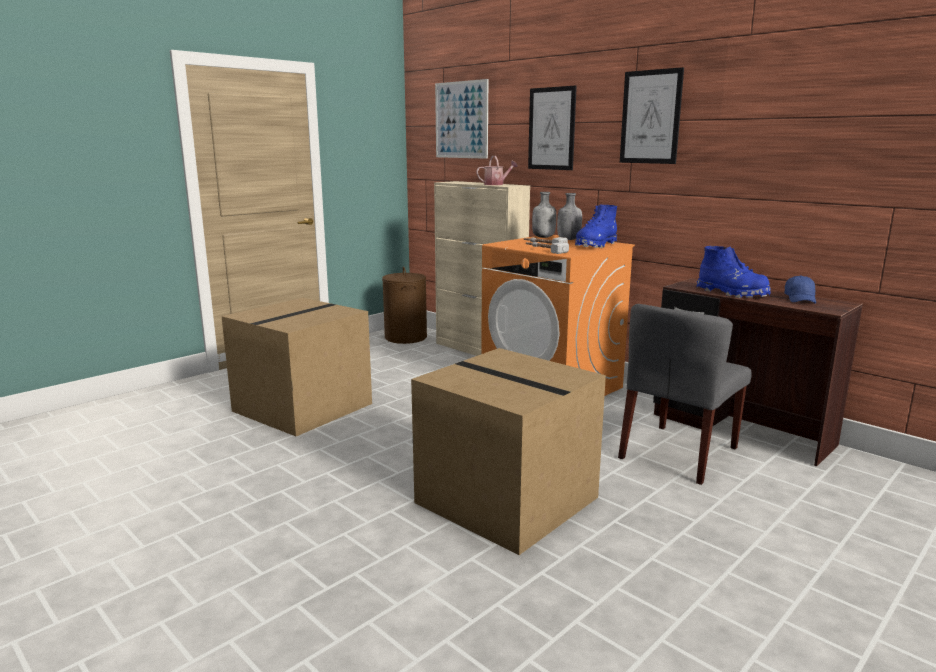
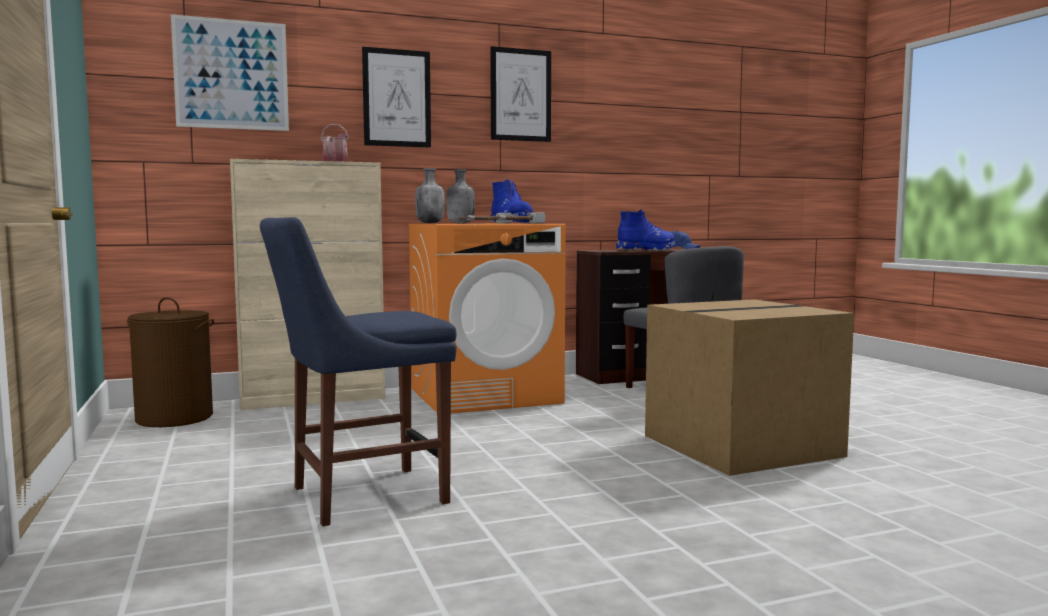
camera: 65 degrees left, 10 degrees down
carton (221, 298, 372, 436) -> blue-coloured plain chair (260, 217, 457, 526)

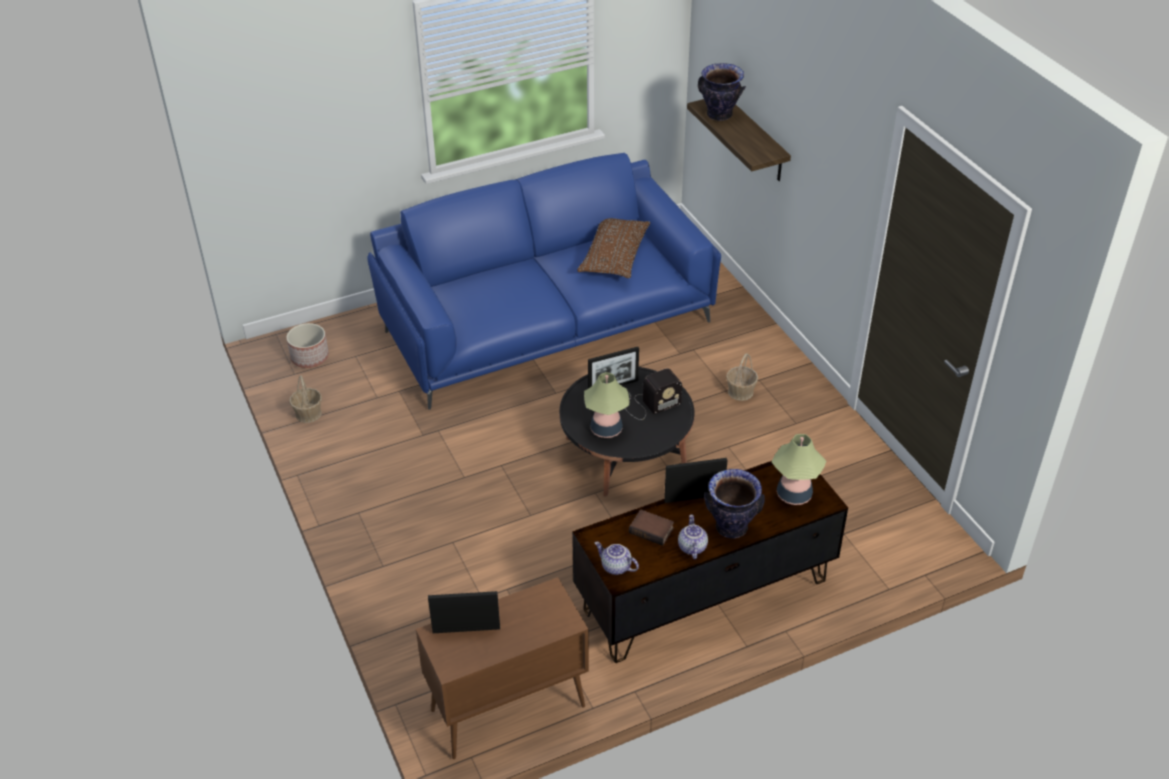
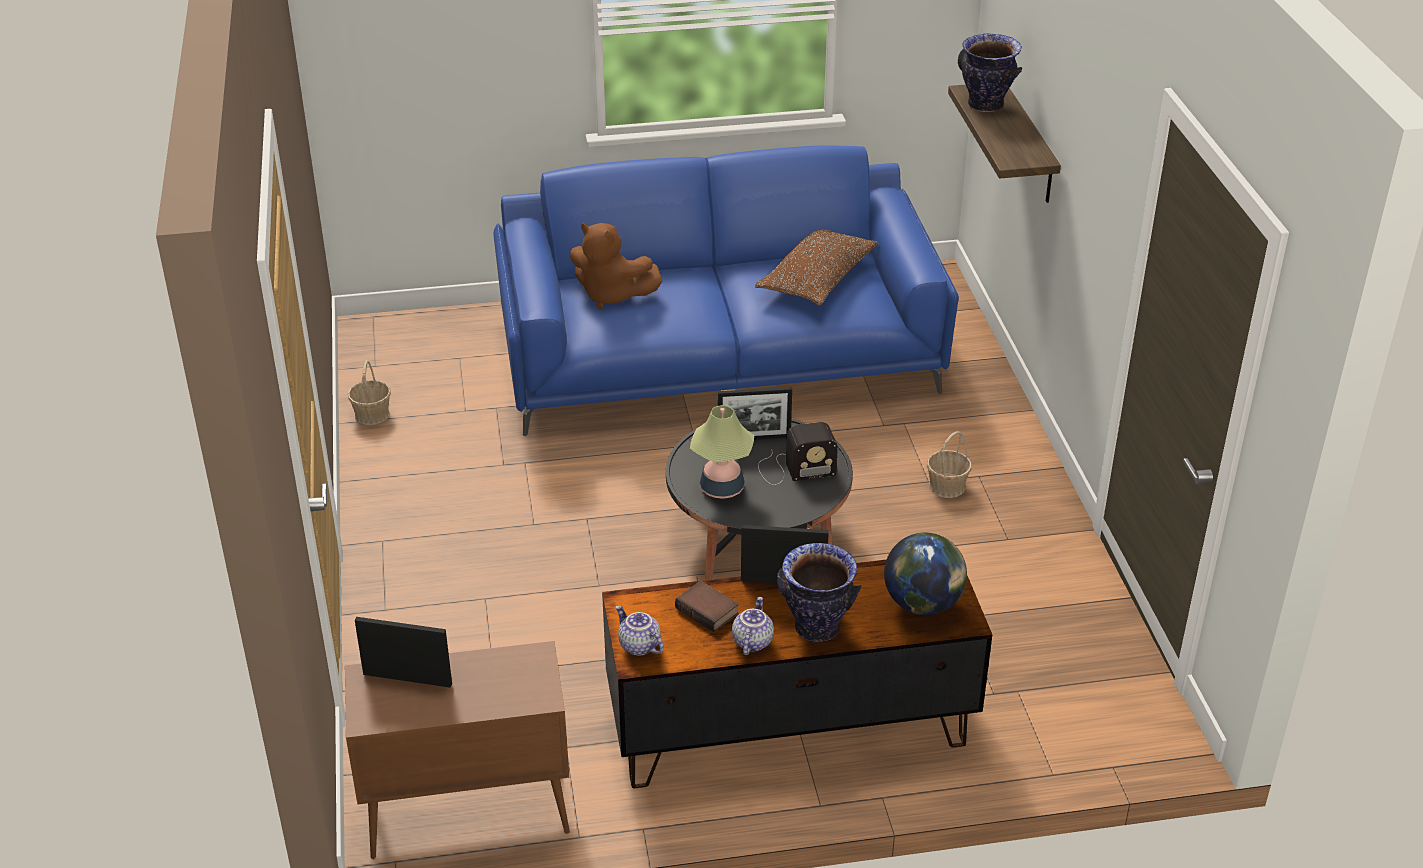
camera: 15 degrees right, 5 degrees down
planter (287, 323, 329, 368) -> none
lamp for a table (772, 434, 826, 505) -> desk globe (884, 533, 967, 615)
none -> brown-coloured soft toy (570, 223, 662, 309)

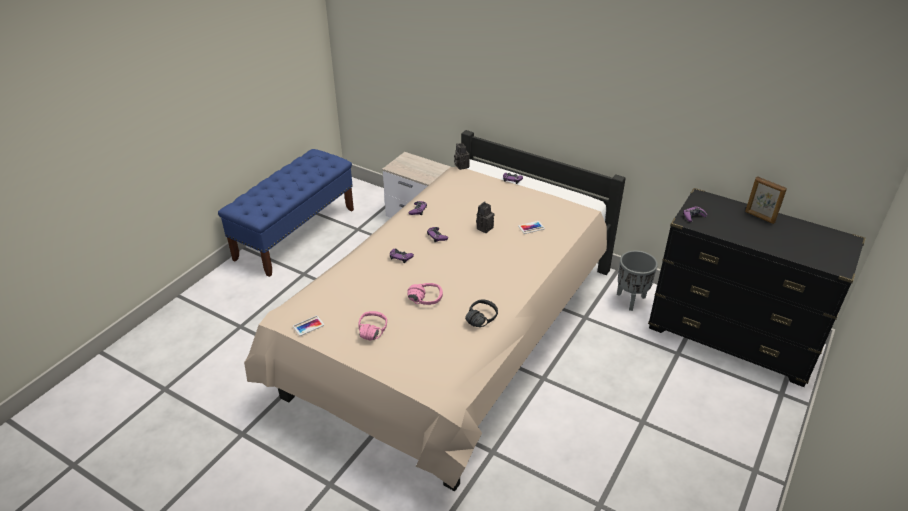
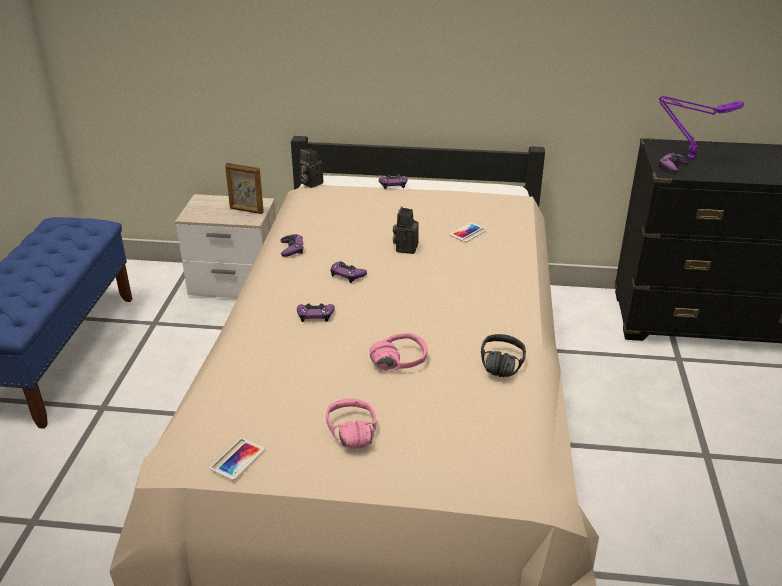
camera: 25 degrees left, 5 degrees down
standing frame (745, 176, 787, 224) -> standing frame (225, 163, 264, 214), moved
greyish planter (617, 250, 658, 311) -> none
none -> purple-coloured lamp for a table (659, 96, 744, 159)

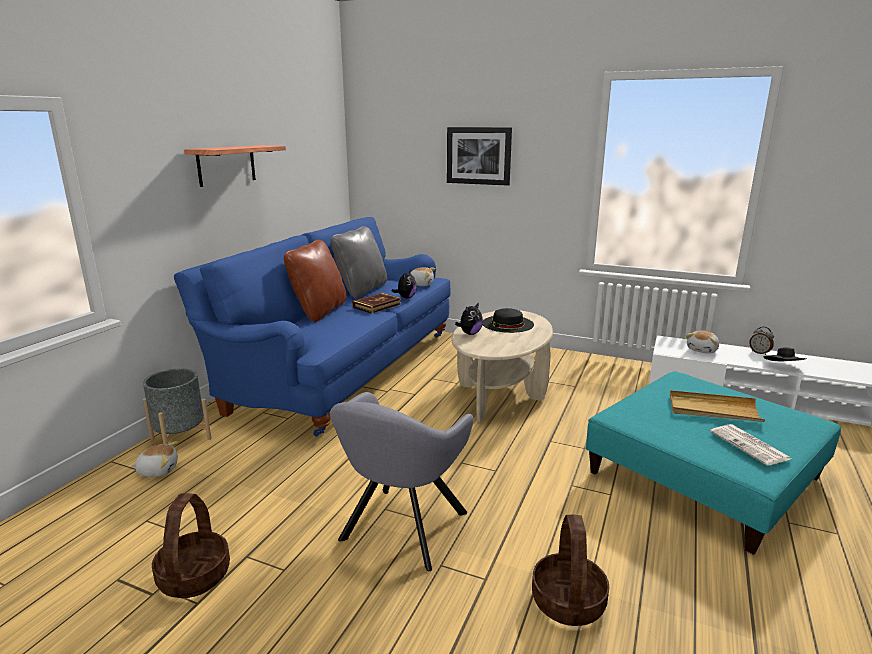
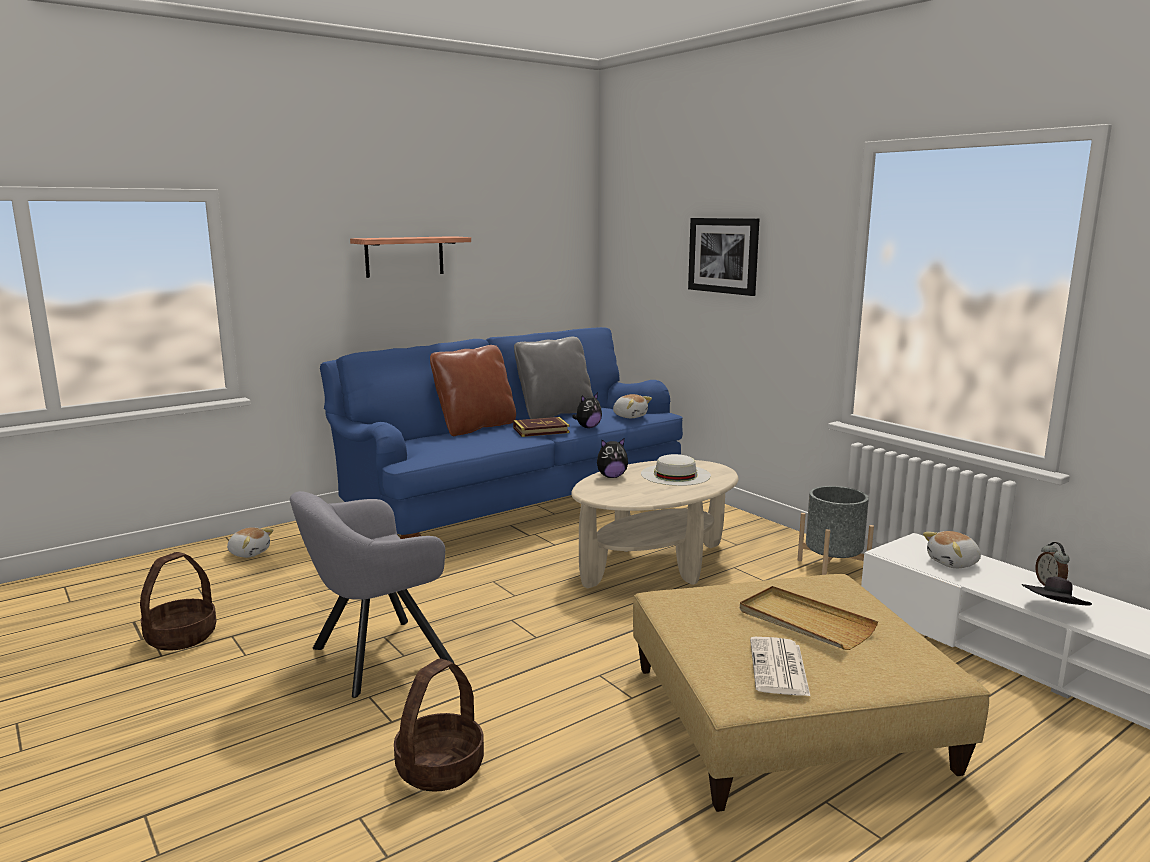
camera: 30 degrees right, 5 degrees down
blackish hat (483, 308, 534, 333) -> white-coloured hat (641, 454, 711, 486)
greyish planter (143, 368, 212, 444) -> greyish planter (798, 486, 874, 575), moved
turquoise-coloured ottoman (586, 372, 842, 555) -> beige ottoman (633, 574, 991, 812)

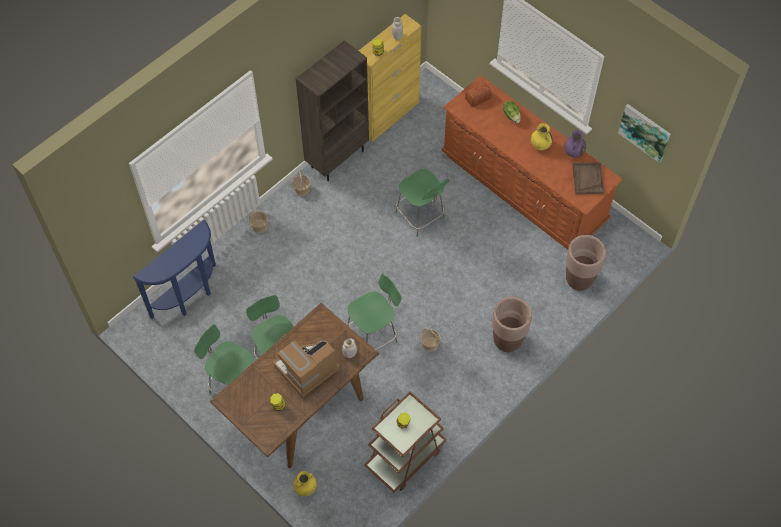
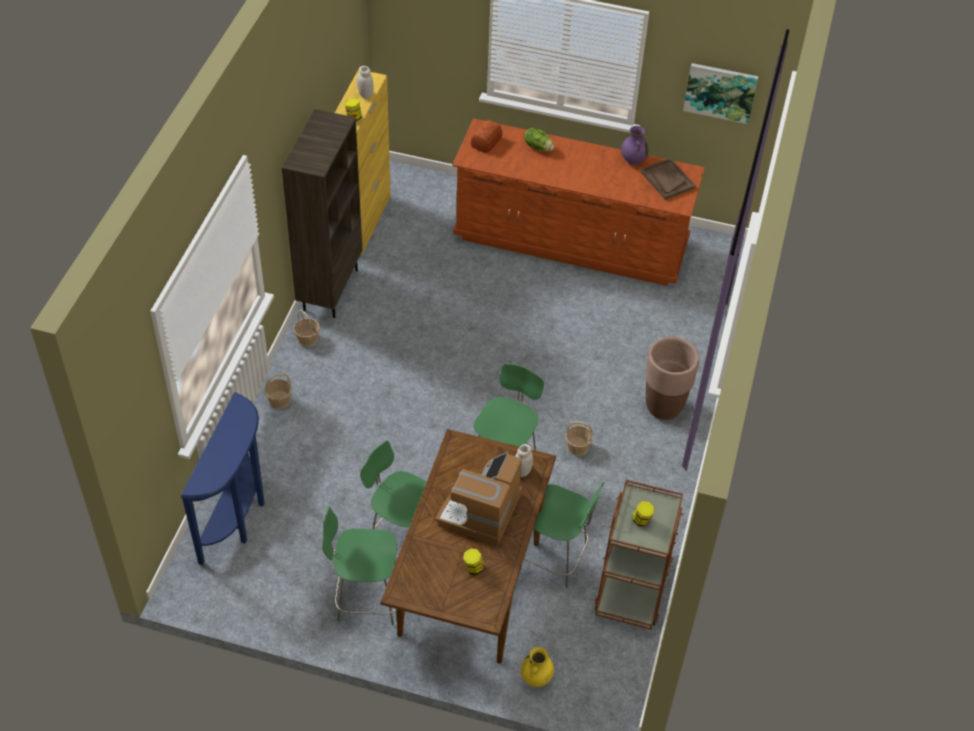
camera: 30 degrees left, 10 degrees down
yellow flower vase (531, 123, 553, 151) -> none
green plain chair (395, 169, 449, 237) -> green plain chair (524, 482, 604, 587), moved
brown-coloured planter (566, 235, 606, 291) -> none

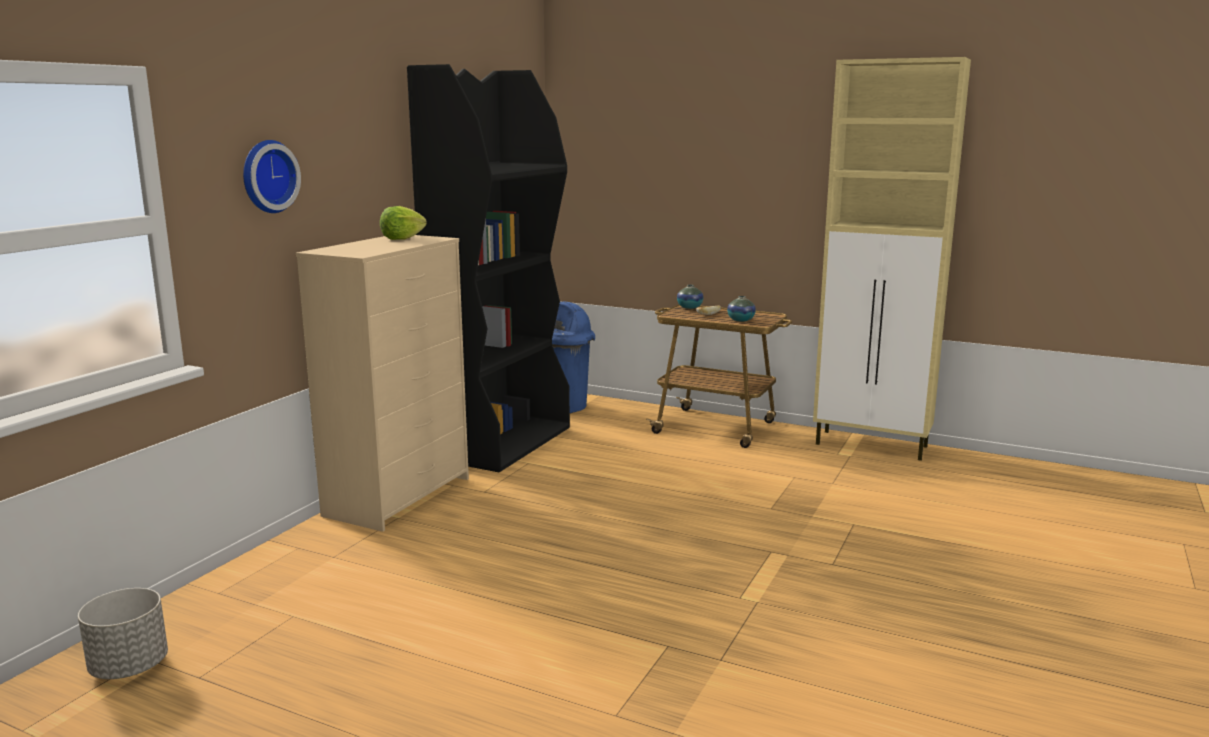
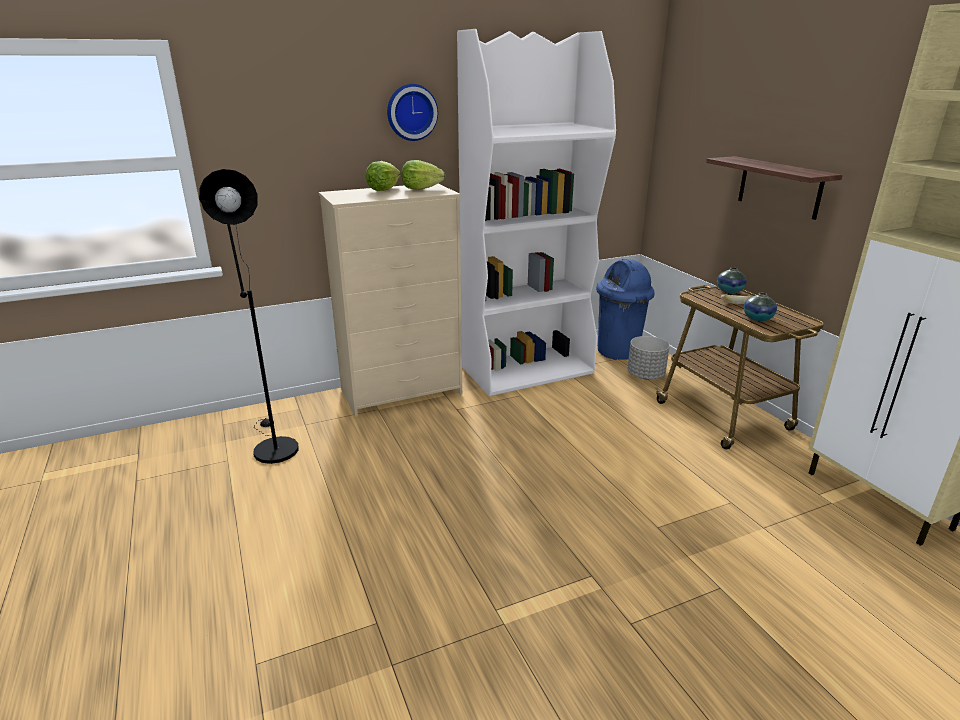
camera: 40 degrees right, 10 degrees up
blackish shelving unit (407, 64, 570, 472) -> white-coloured shelving unit (457, 29, 616, 396)
wall clock (243, 140, 301, 213) -> wall clock (387, 84, 438, 141), moved
greyish planter (78, 588, 168, 679) -> greyish planter (627, 336, 670, 380), moved
none -> shelf (706, 156, 843, 220)
none -> lettuce (366, 161, 401, 191)
none -> blackish standing lamp (199, 169, 298, 464)

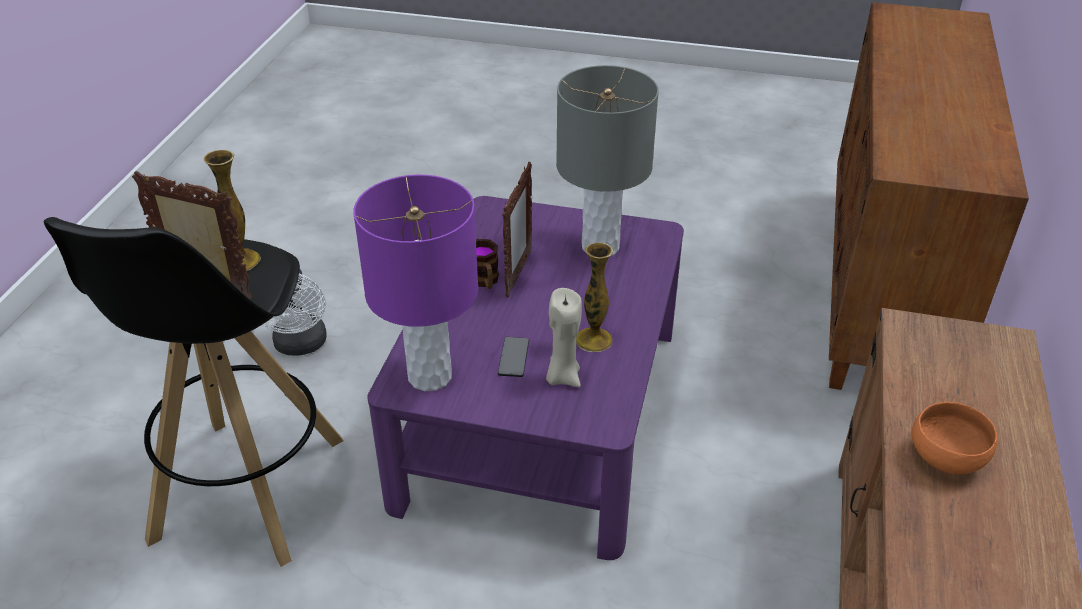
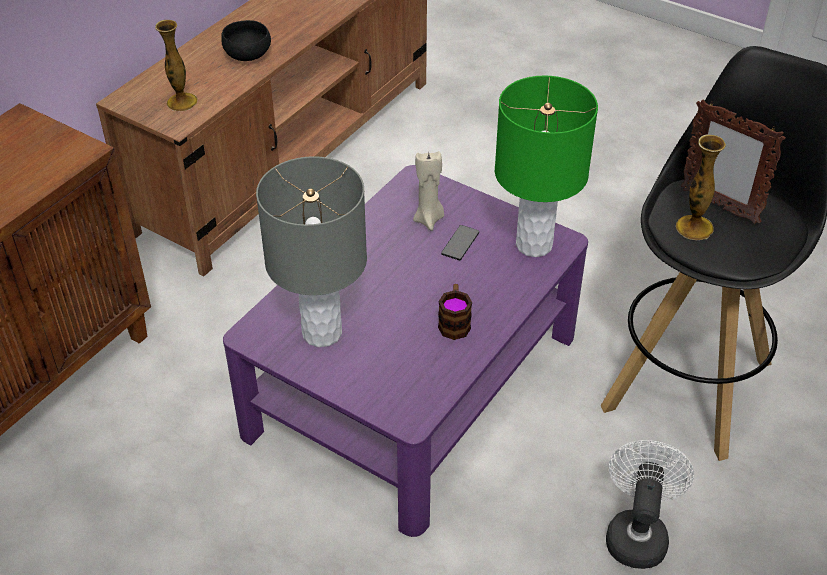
camera: 160 degrees left, 5 degrees up
standing frame (502, 162, 532, 298) -> none
purple-coloured lamp for a table (353, 175, 478, 391) -> green lamp for a table (495, 76, 598, 257)
flower vase (576, 242, 613, 352) -> flower vase (155, 20, 198, 111), moved
orange deep dish (911, 402, 998, 475) -> blackish deep dish (221, 20, 271, 61)

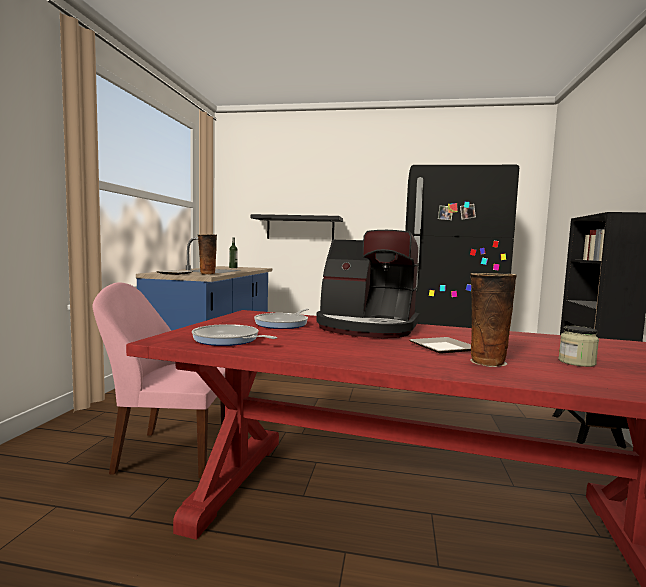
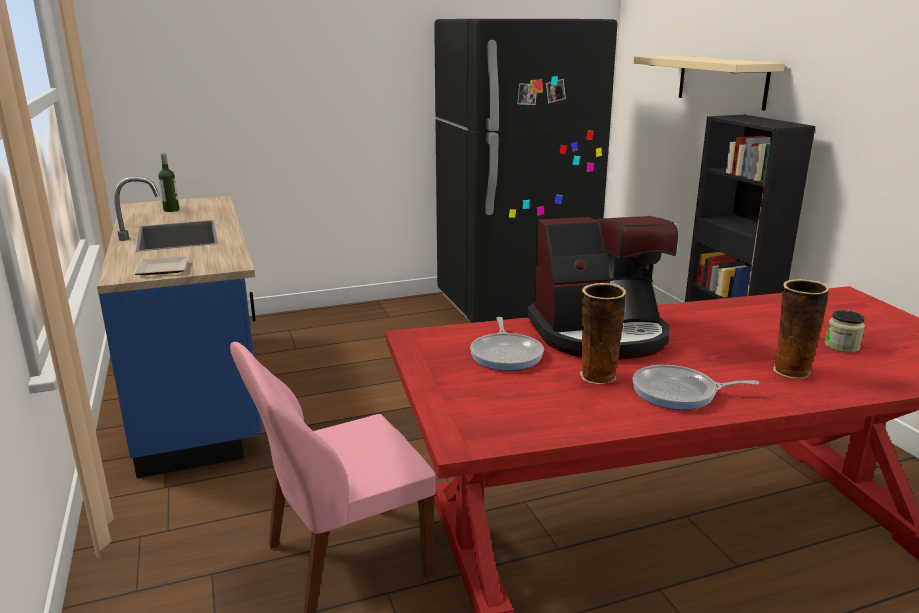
camera: 30 degrees left, 15 degrees up
blackish shelf (251, 214, 343, 240) -> none
flower vase (198, 234, 217, 275) -> flower vase (580, 283, 626, 384), moved
frying pan (192, 324, 277, 346) -> frying pan (632, 365, 759, 410), moved
flat dish (409, 337, 471, 354) -> none
none -> beige shelf (633, 56, 785, 111)

